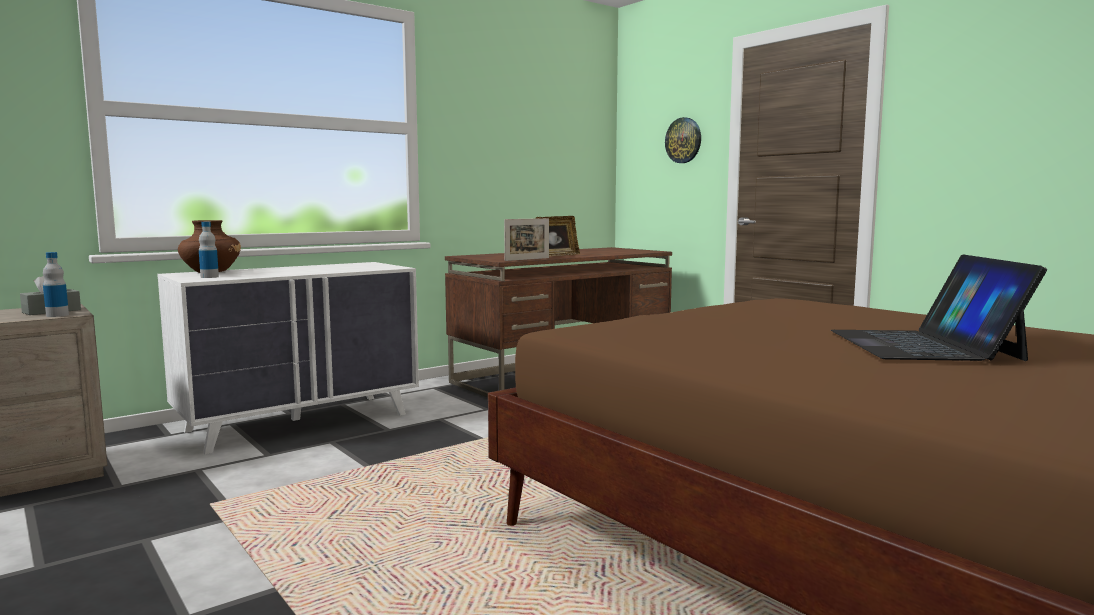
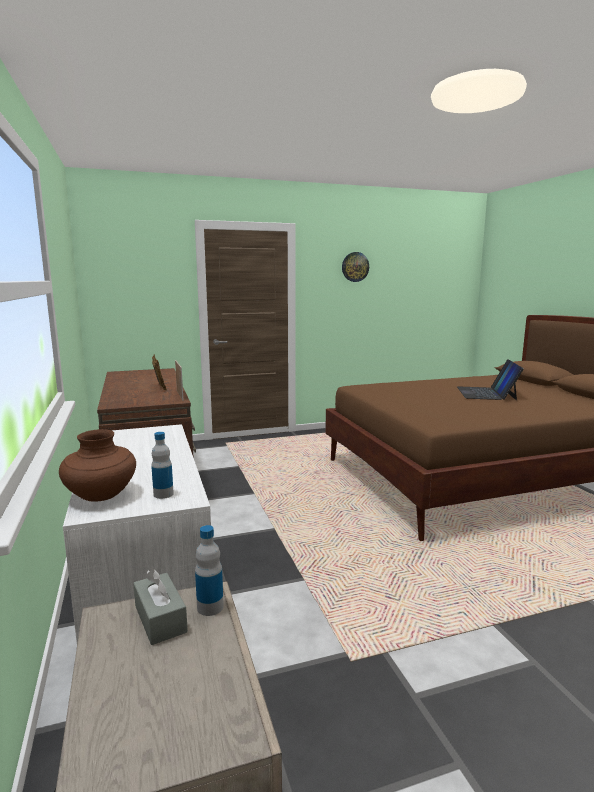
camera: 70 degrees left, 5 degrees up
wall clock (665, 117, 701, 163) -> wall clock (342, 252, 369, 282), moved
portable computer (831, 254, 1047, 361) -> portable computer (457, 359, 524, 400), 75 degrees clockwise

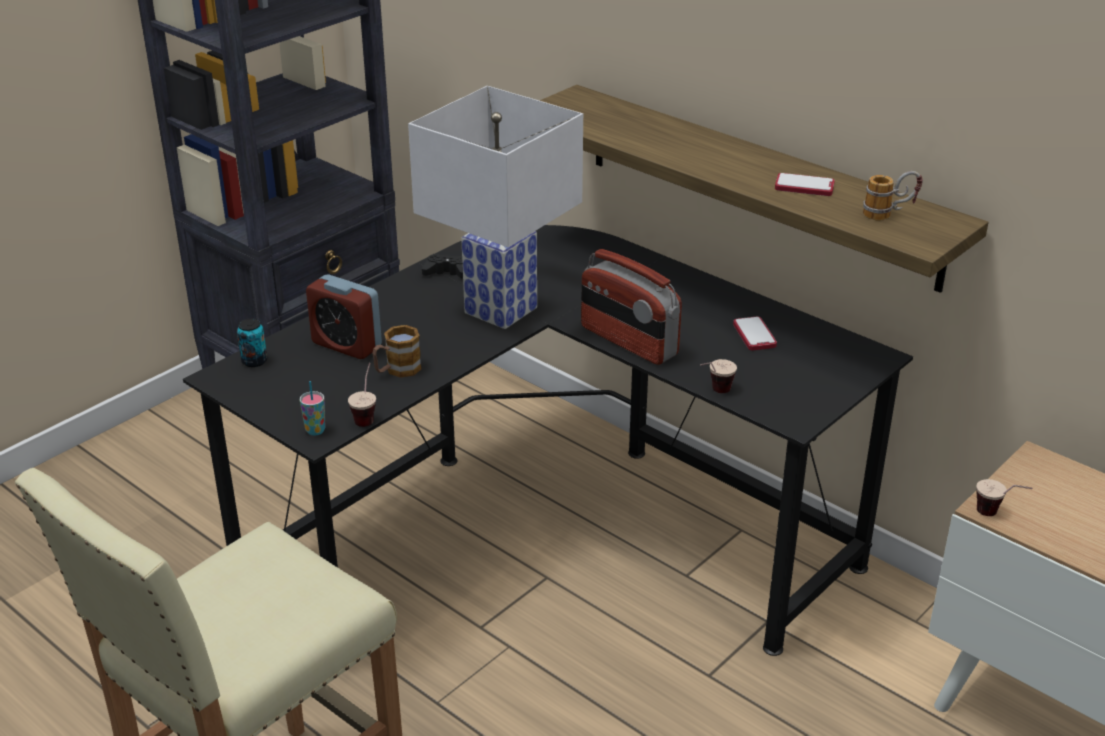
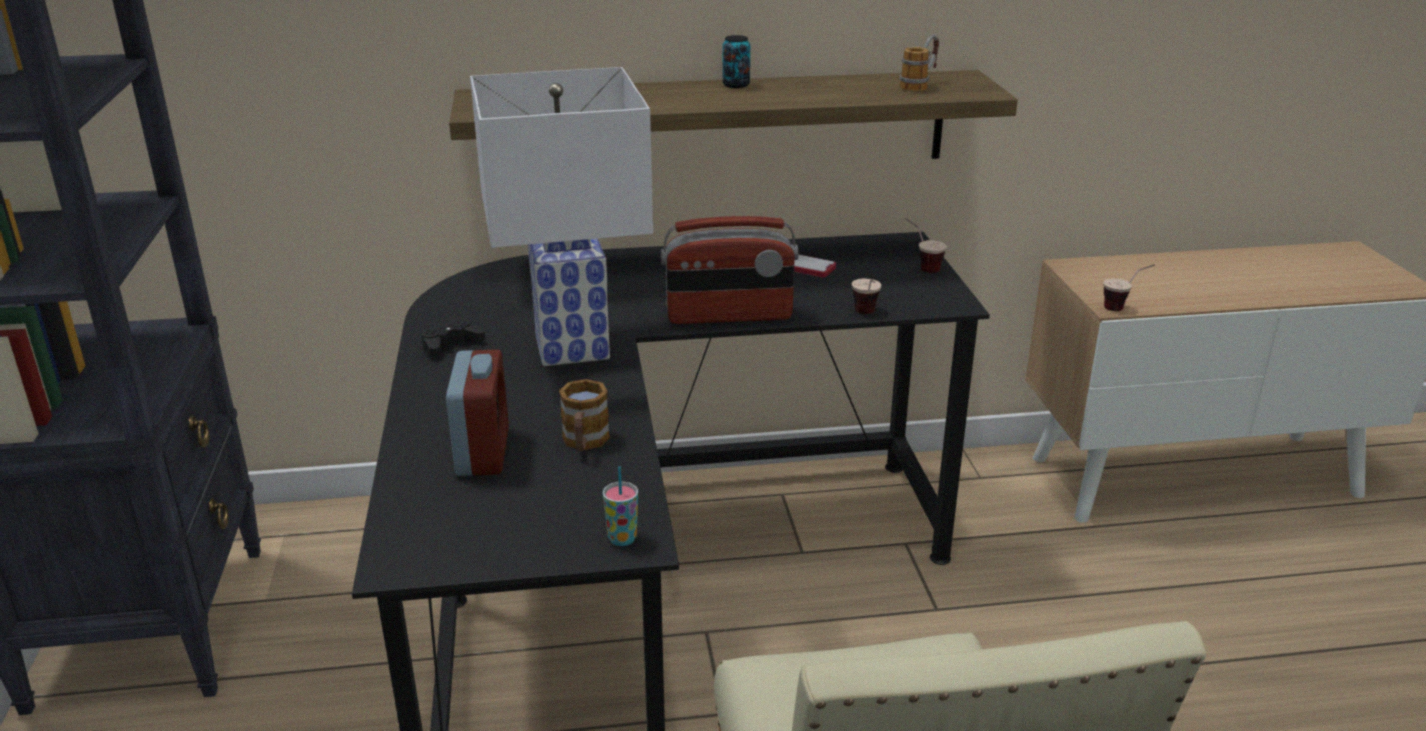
camera: 50 degrees left, 5 degrees down
telephone (775, 173, 835, 196) -> none
table clock (306, 274, 382, 359) -> table clock (446, 349, 509, 476), 75 degrees counterclockwise
metal can (237, 318, 267, 367) -> metal can (722, 35, 750, 88), moved
drinking cup (348, 363, 376, 427) -> drinking cup (905, 218, 947, 273), moved

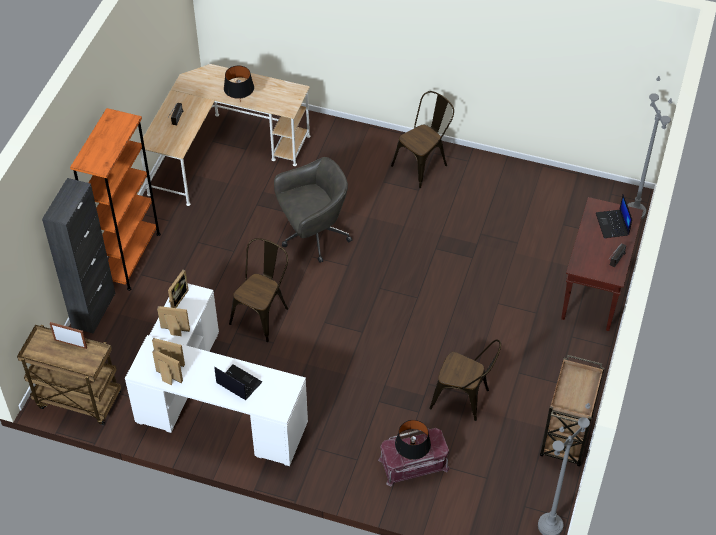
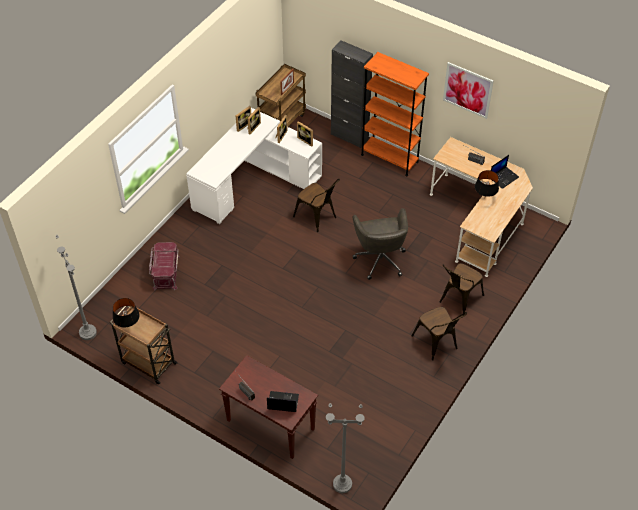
camera: 105 degrees right, 0 degrees up
brown-coloured plain chair (429, 339, 501, 421) -> brown-coloured plain chair (440, 263, 484, 315), moved
portable computer (214, 364, 262, 400) -> portable computer (491, 155, 519, 189), moved
blackish lamp for a table (395, 420, 431, 460) -> blackish lamp for a table (113, 298, 140, 327), moved
none -> wall picture (443, 62, 494, 119)

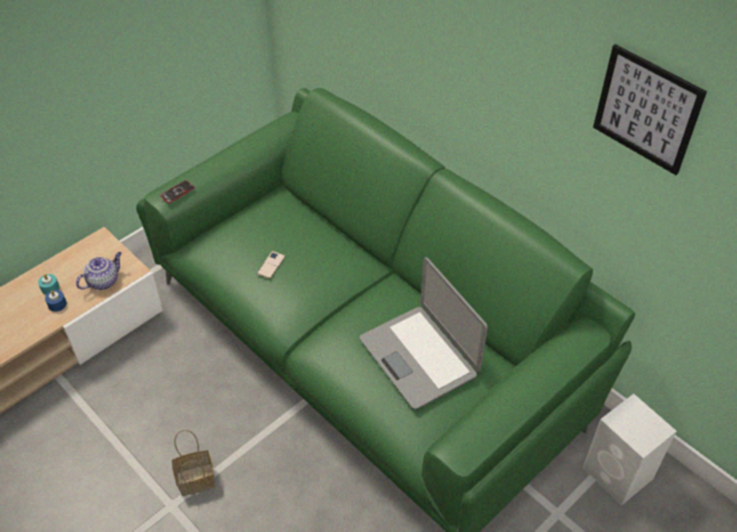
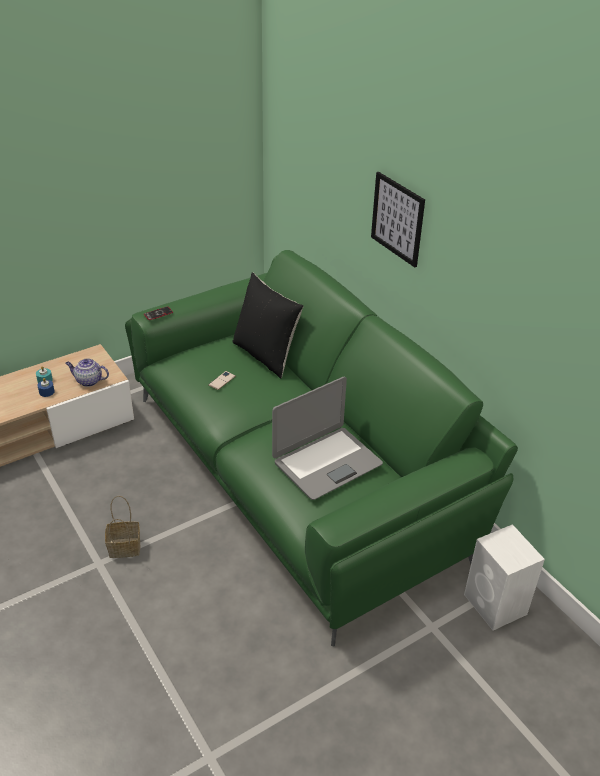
camera: 10 degrees right, 10 degrees down
wall picture (593, 44, 707, 175) -> wall picture (371, 172, 425, 268), moved
teapot (76, 252, 122, 290) -> teapot (65, 359, 109, 387), 135 degrees counterclockwise
portable computer (360, 257, 488, 409) -> portable computer (272, 377, 383, 500), 105 degrees counterclockwise
none -> blackish cushion (232, 272, 304, 378)

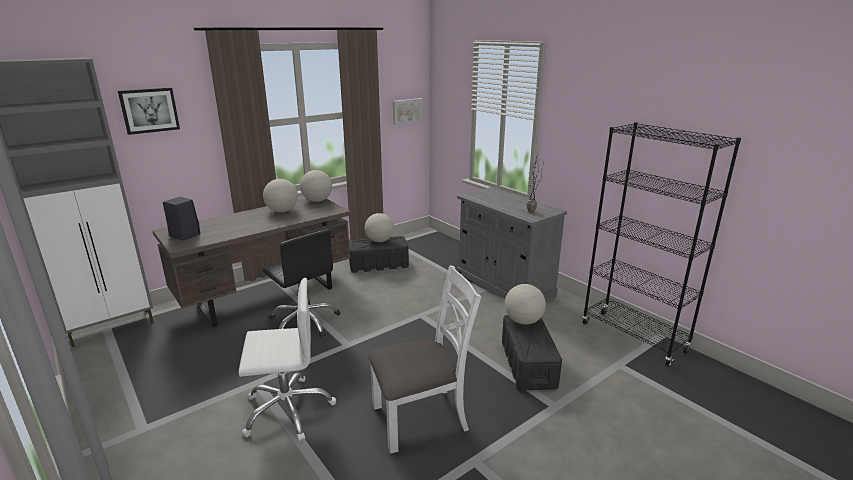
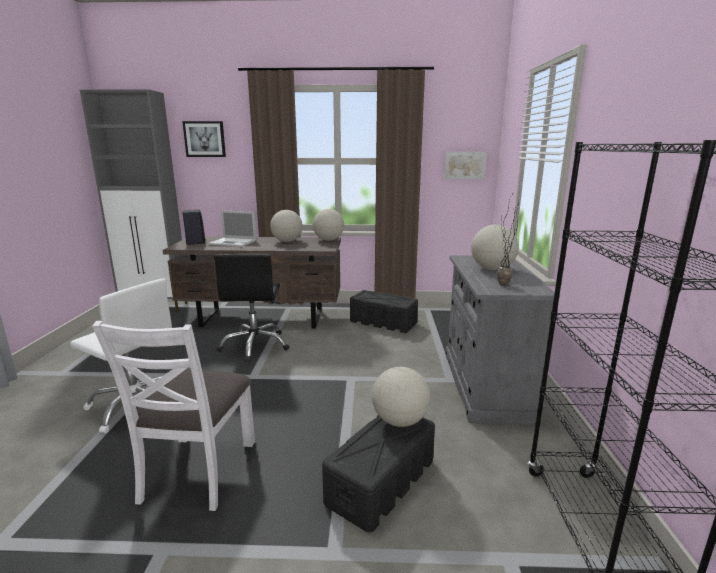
camera: 40 degrees right, 5 degrees down
desk globe (365, 213, 394, 242) -> desk globe (471, 224, 519, 270), moved
white-coloured plain chair (368, 265, 481, 454) -> white-coloured plain chair (92, 321, 255, 511), 75 degrees clockwise
none -> portable computer (208, 210, 256, 247)

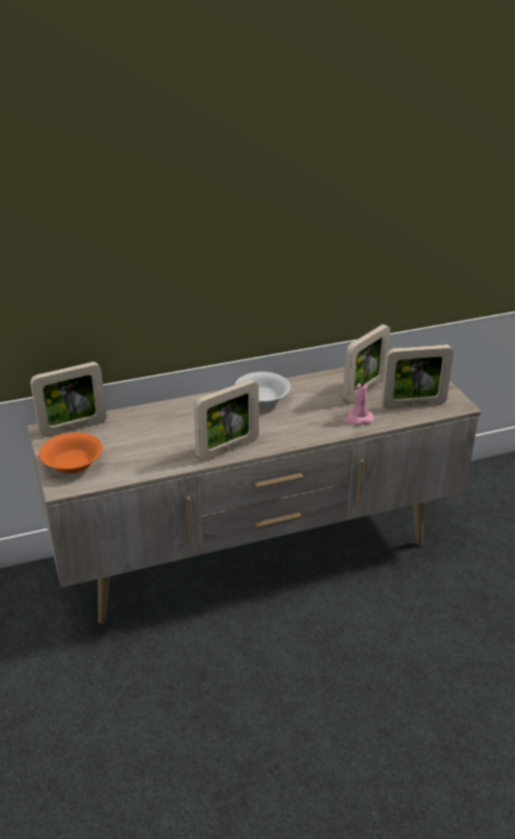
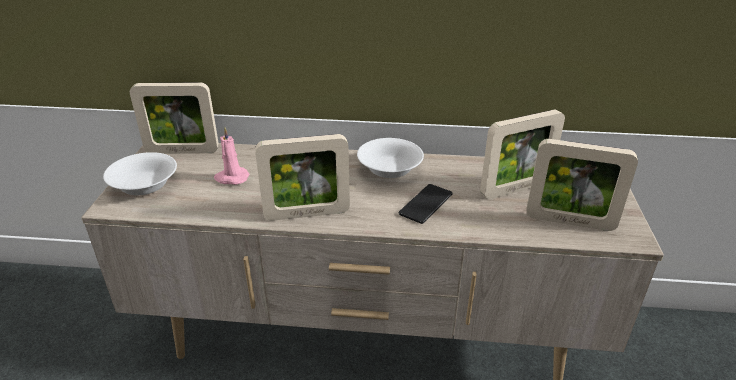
camera: 25 degrees right, 0 degrees up
pink candle (344, 377, 374, 425) -> pink candle (214, 127, 250, 185), moved
orange deep dish (39, 432, 103, 473) -> white-coloured deep dish (103, 152, 177, 195)
none -> telephone (399, 184, 453, 224)

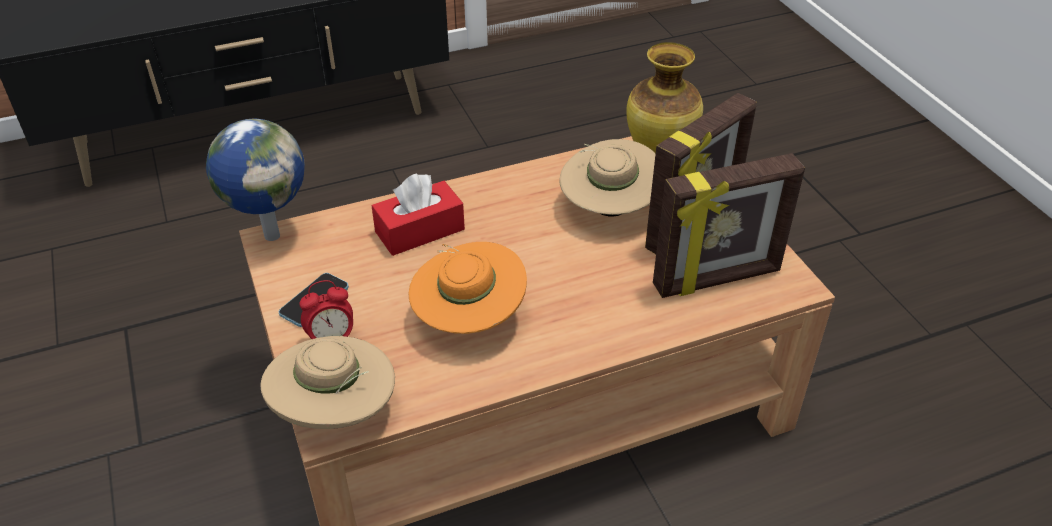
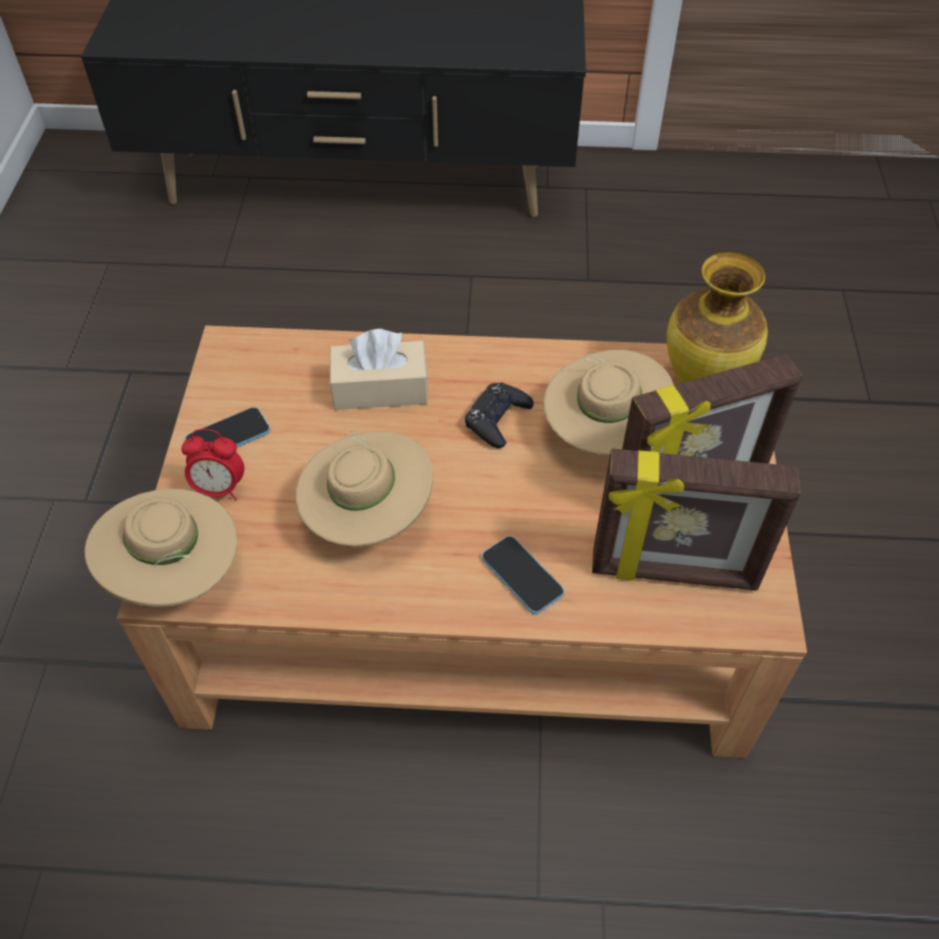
camera: 25 degrees right, 10 degrees up
desk globe (206, 118, 305, 241) -> none
red box of tissues (372, 173, 465, 256) -> beige box of tissues (330, 329, 428, 410)
orange hat (408, 242, 527, 334) -> beige hat (295, 429, 433, 547)
none -> blackish game controller (465, 383, 534, 448)
none -> telephone (482, 536, 564, 615)

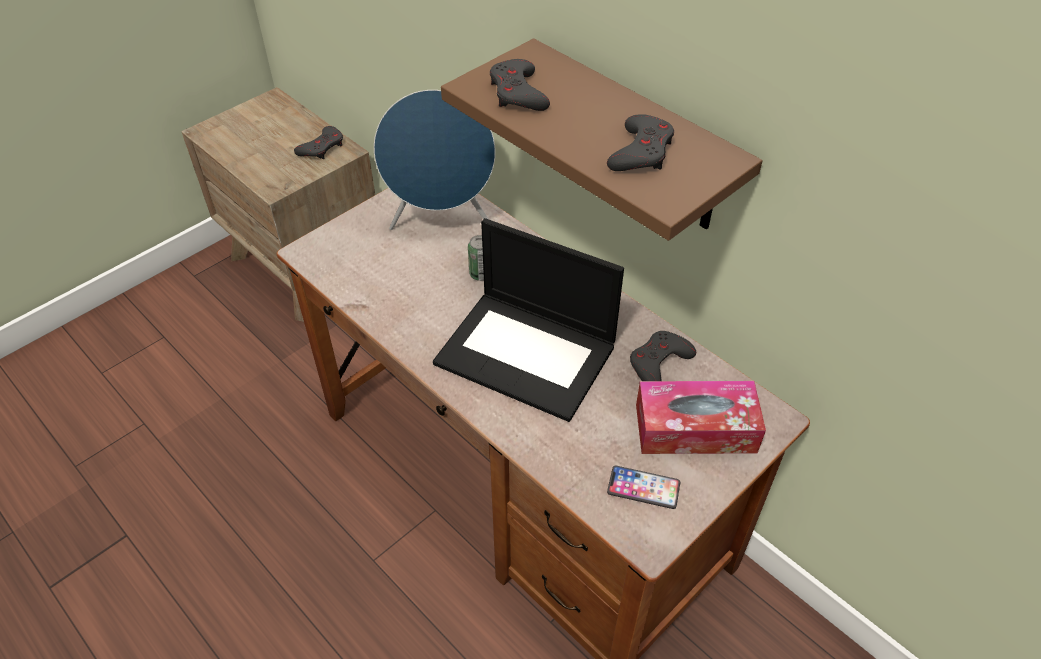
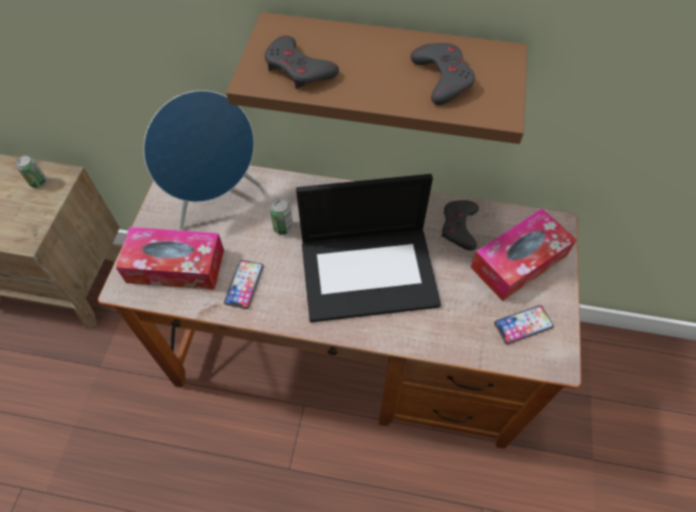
camera: 35 degrees left, 10 degrees up
greyish game controller (294, 126, 343, 159) -> metal can (15, 155, 47, 188)
none -> box of tissues (116, 227, 224, 290)
none -> telephone (224, 260, 264, 309)

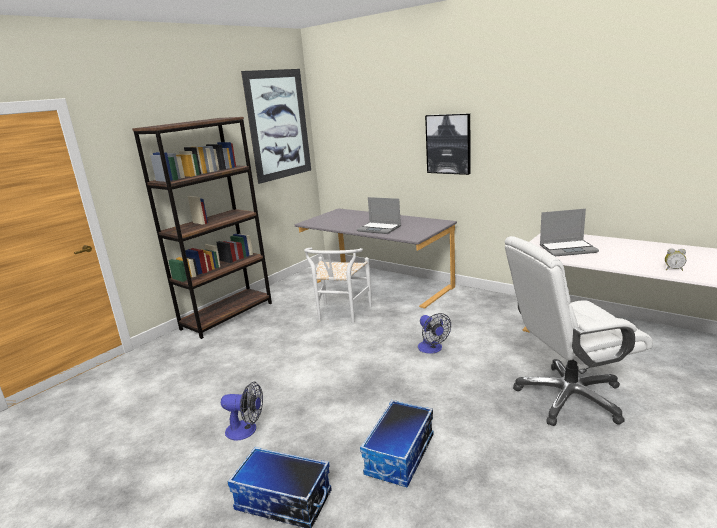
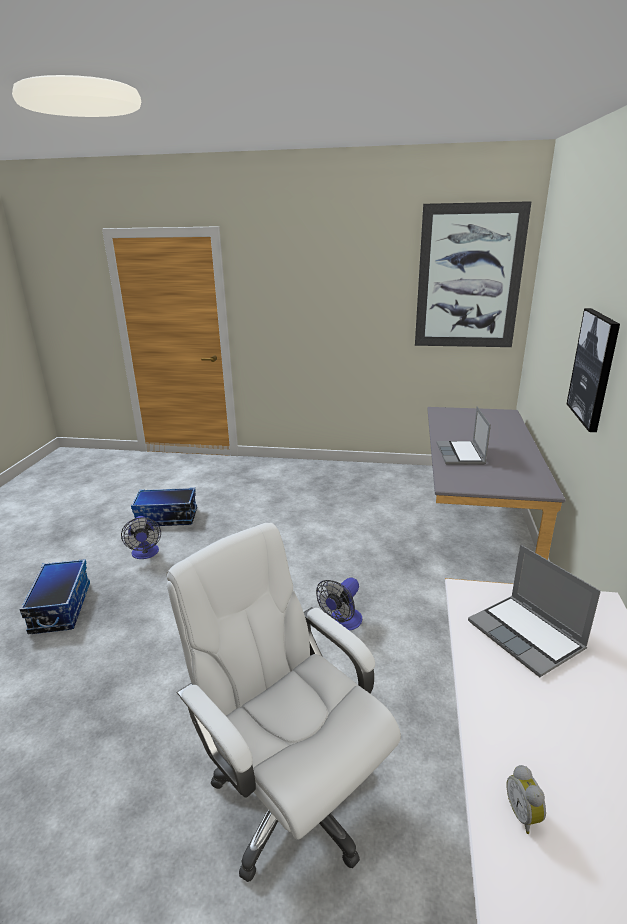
camera: 60 degrees right, 5 degrees up
brown-coloured shelving unit (132, 117, 272, 339) -> none
white-coloured plain chair (304, 248, 372, 323) -> none
storage bin (360, 400, 434, 488) -> storage bin (131, 488, 197, 526), moved

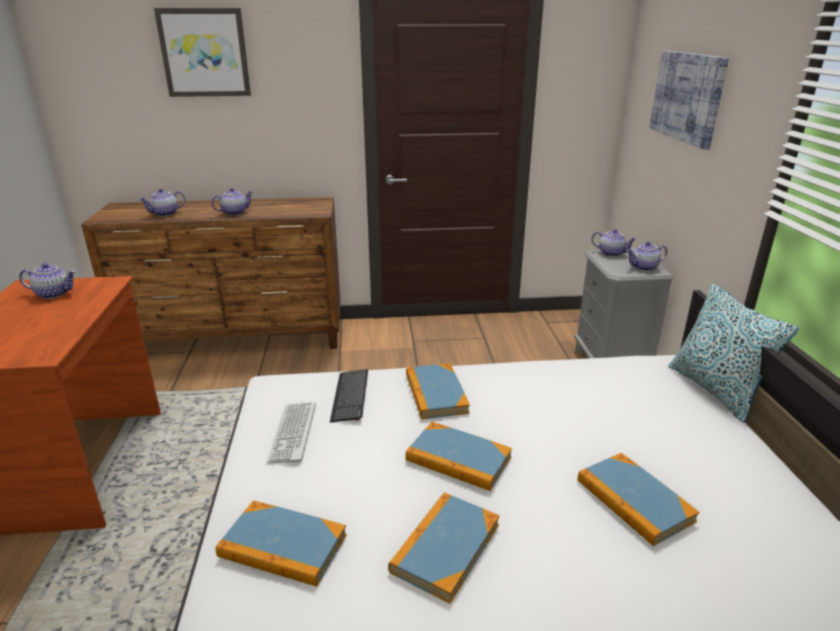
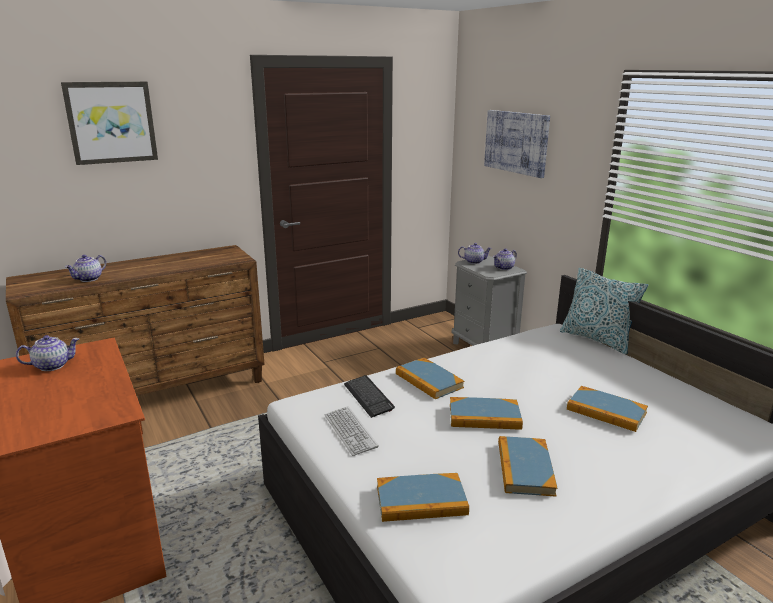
camera: 25 degrees left, 5 degrees down
teapot (211, 188, 253, 216) -> none

